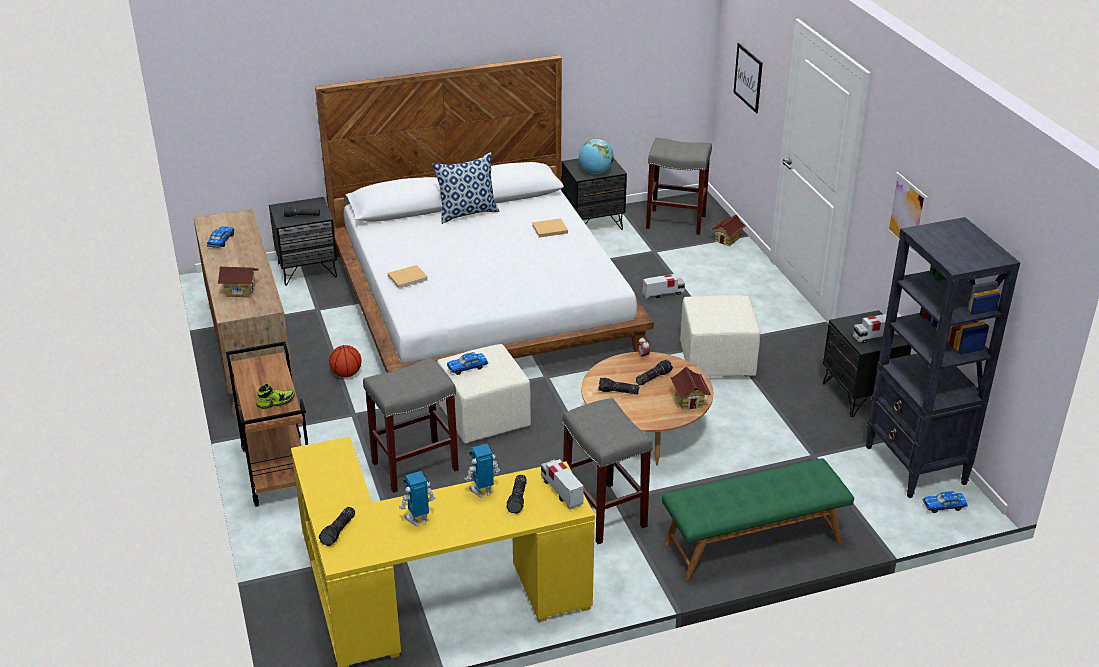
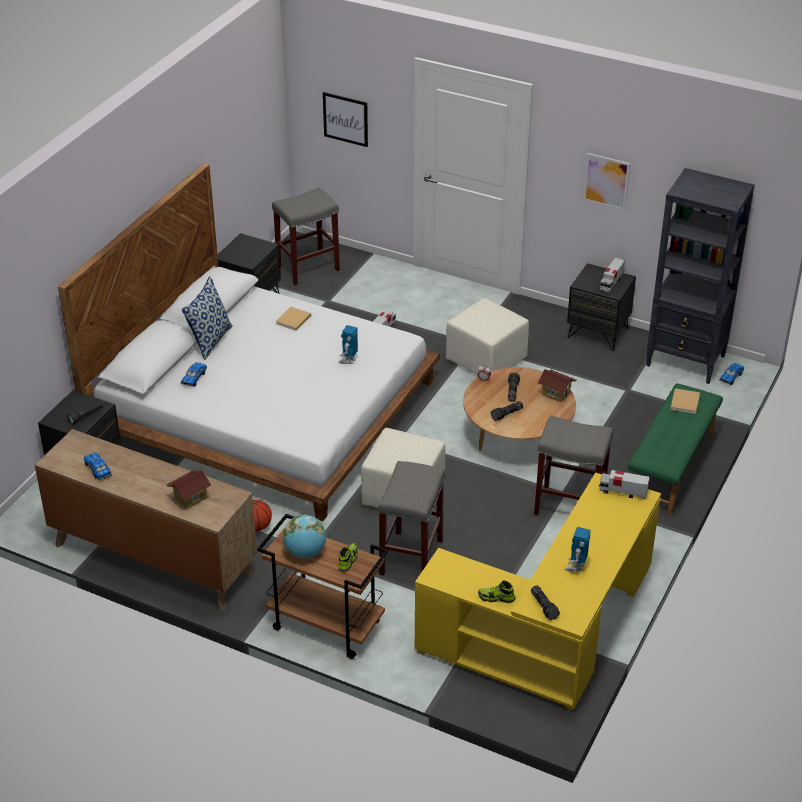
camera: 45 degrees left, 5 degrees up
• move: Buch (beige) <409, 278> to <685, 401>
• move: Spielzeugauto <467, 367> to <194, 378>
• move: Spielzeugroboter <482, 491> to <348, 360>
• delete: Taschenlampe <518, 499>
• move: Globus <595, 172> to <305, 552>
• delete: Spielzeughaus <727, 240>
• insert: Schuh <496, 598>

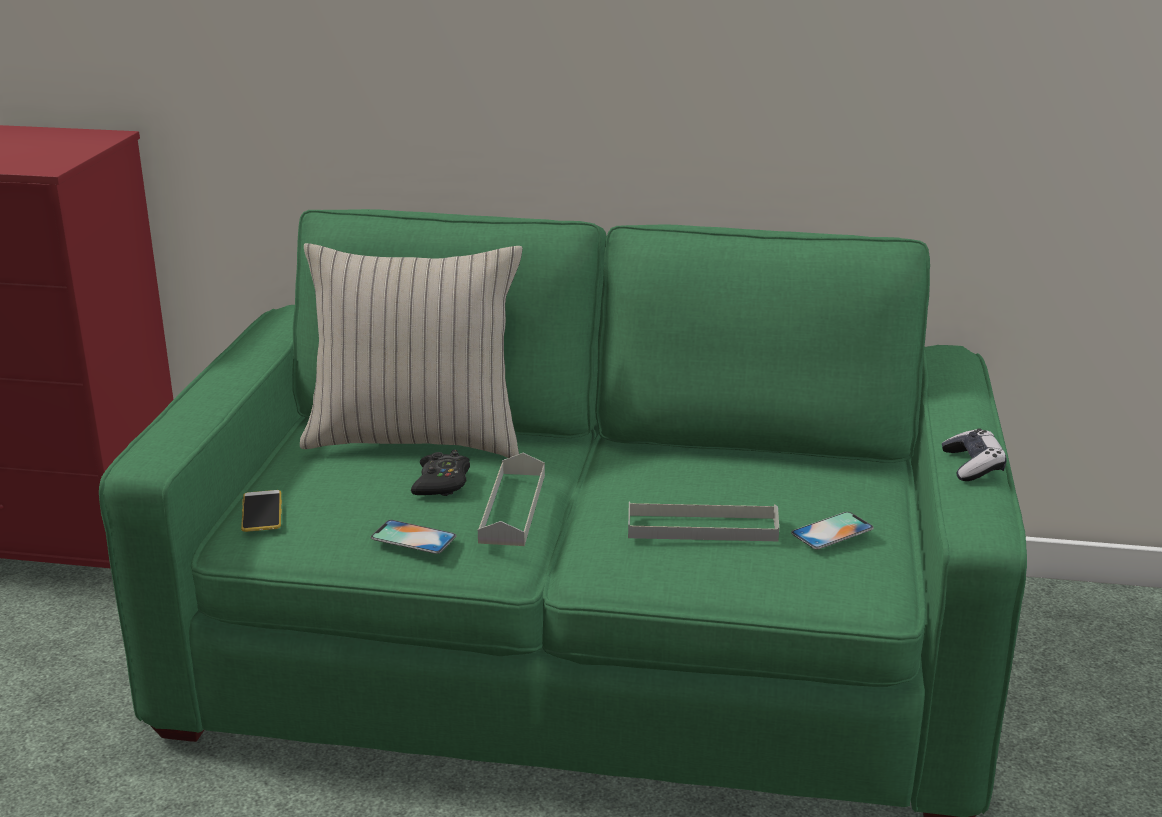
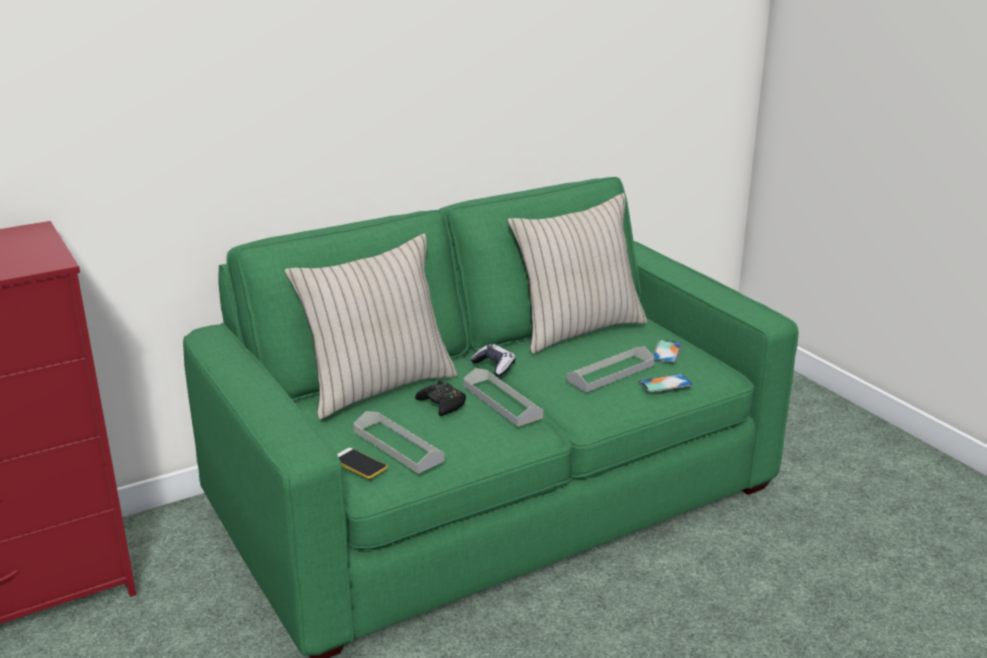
camera: 40 degrees left, 0 degrees up
• move: Handy <413, 537> to <665, 383>
• move: Gamepad <972, 466> to <494, 366>
• insert: Tablett (grau) <398, 446>
• insert: Kissen (beige) <577, 330>

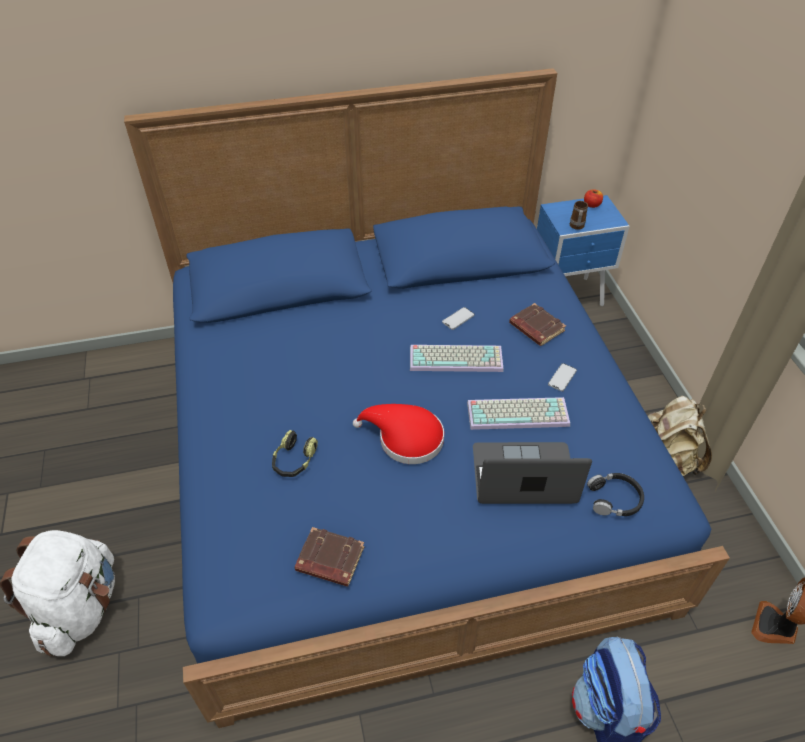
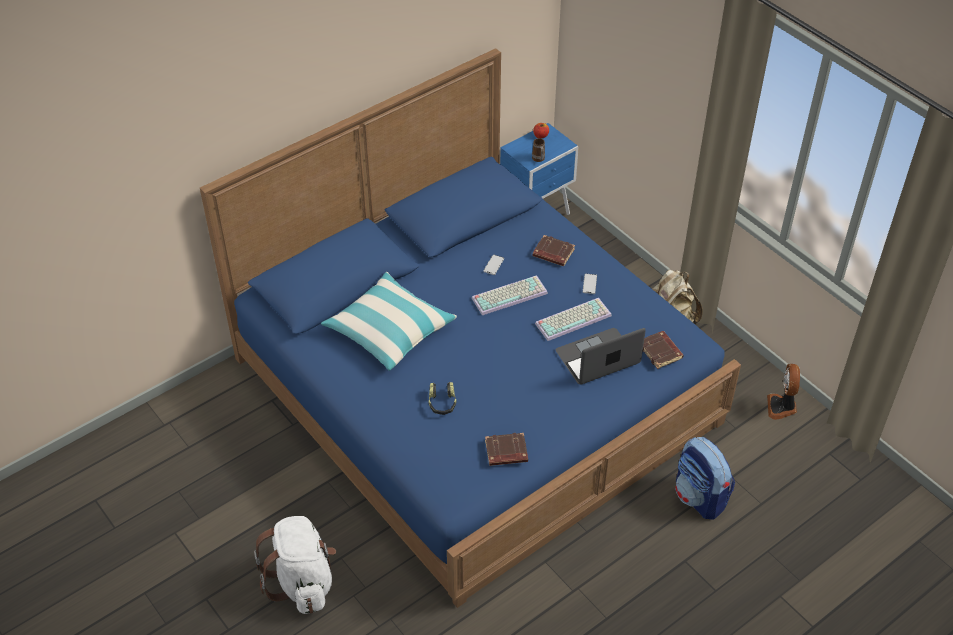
camera: 25 degrees left, 0 degrees up
• delete: Hut (rot) <405, 438>
• replace: Kopfhörer (schwarz) <614, 499> to Buch (braun) <660, 352>
• insert: Kissen <389, 330>

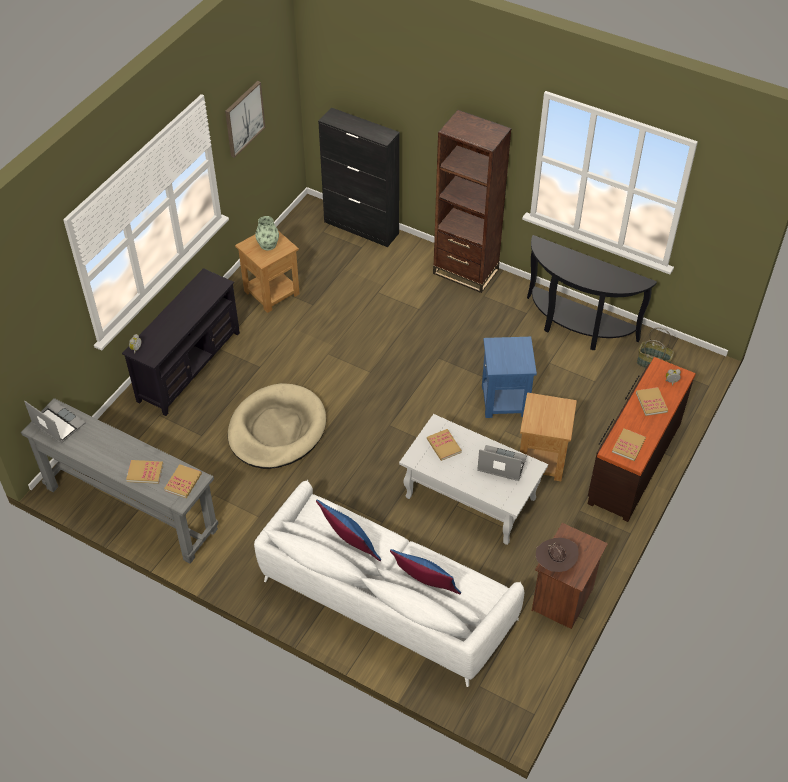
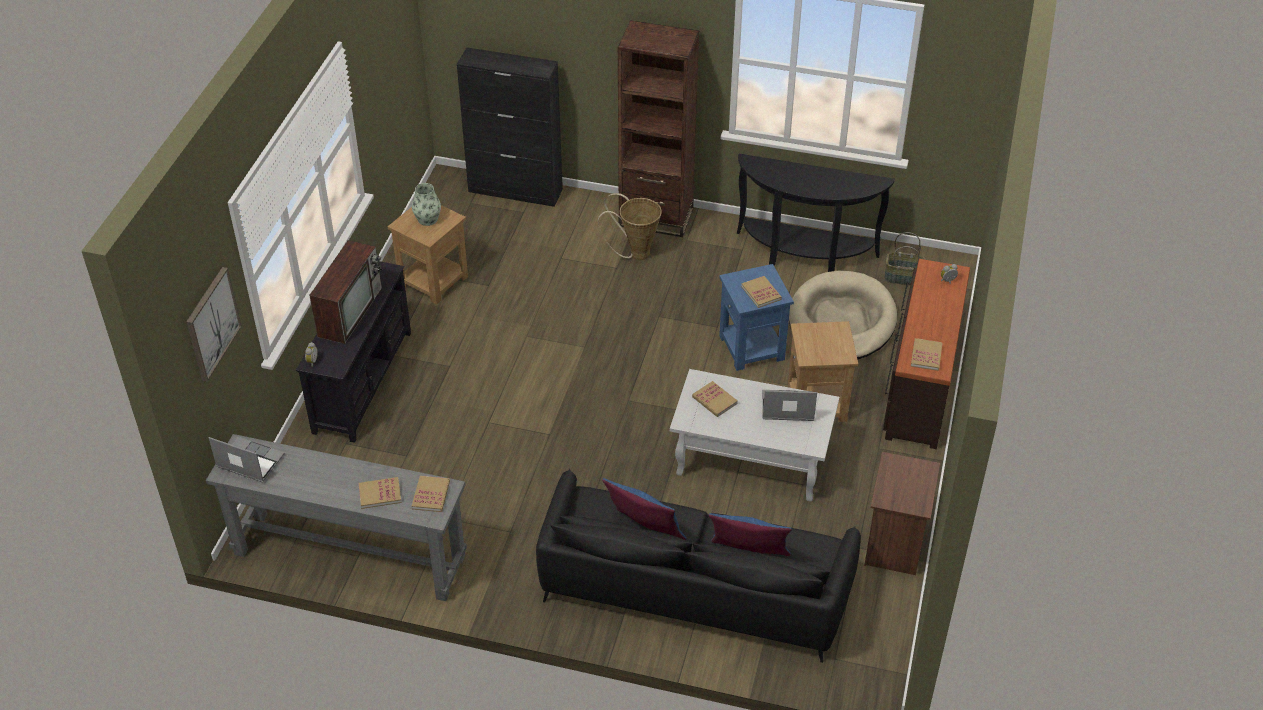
camera: 15 degrees left, 5 degrees down
• move: Bild <244, 118> to <212, 323>
• move: Hundebett (beige) <277, 429> to <841, 321>
• recolor: Sofa (weiß) <385, 600> to Sofa (schwarz) <693, 590>
• delete: Hut (braun) <555, 563>
• move: Buch <651, 402> to <761, 293>
• insert: Fernseher <350, 311>
• insert: Korb <635, 253>

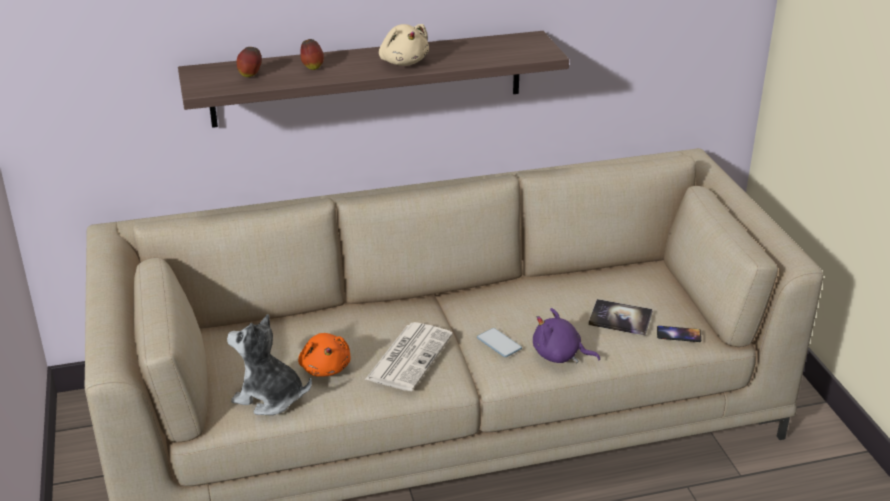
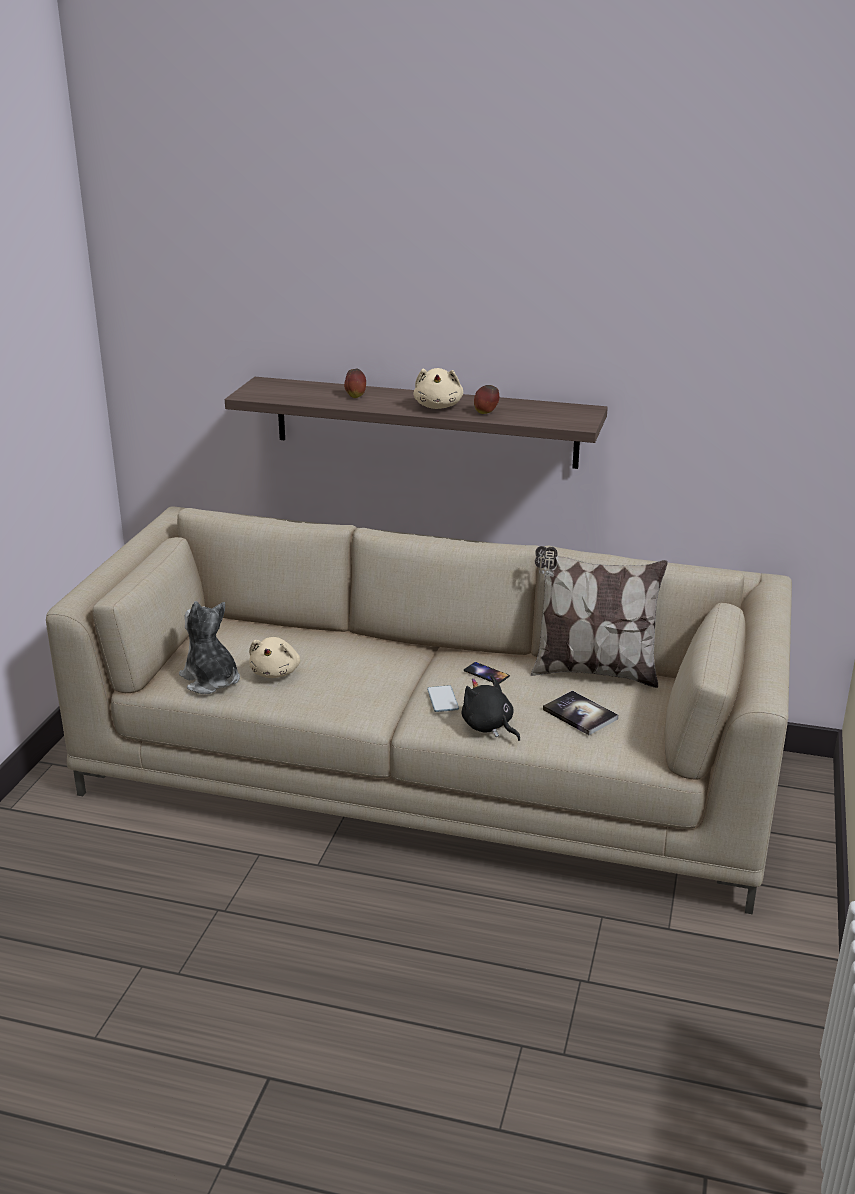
camera: 30 degrees right, 5 degrees down
• move: Apfel <250, 75> to <486, 413>
• recolor: Plüschtier (orange) <325, 367> to Plüschtier (beige) <276, 672>
• delete: Zeitung <409, 356>
• recolor: Plüschtier (lila) <559, 355> to Plüschtier (schwarz) <489, 727>
• move: Handy <678, 334> to <486, 673>
• insert: Kissen <593, 671>

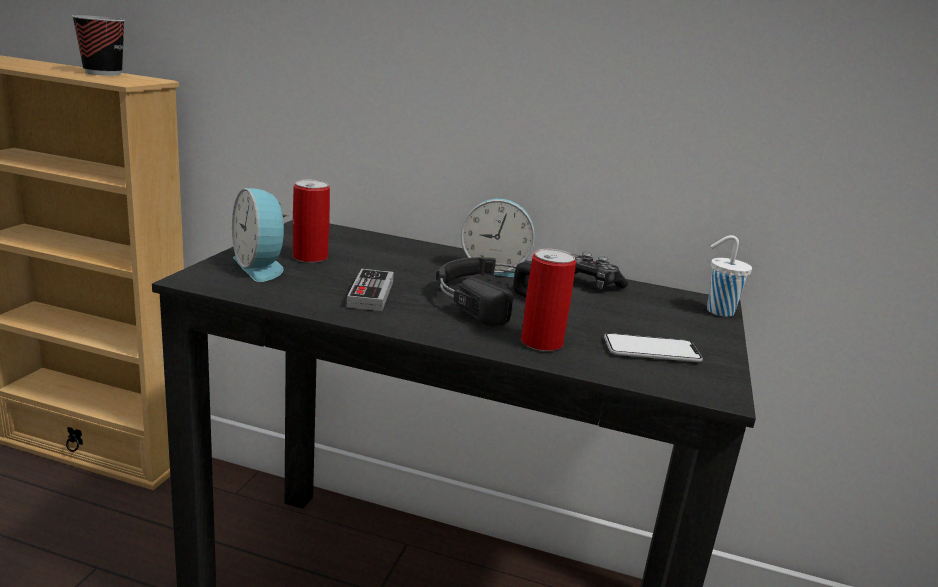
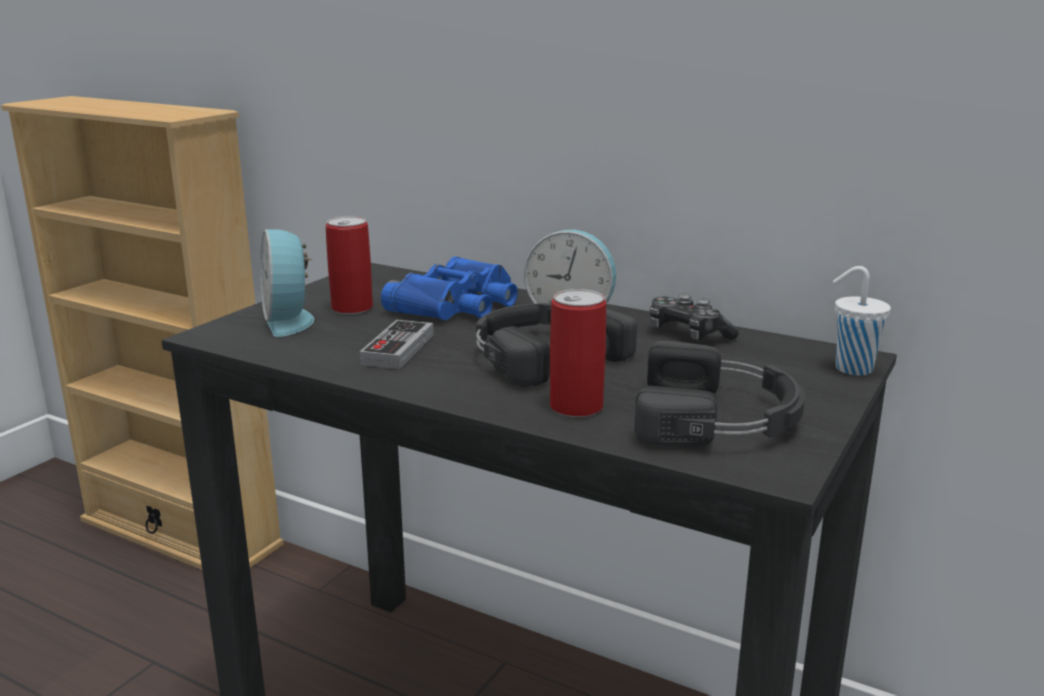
camera: 15 degrees right, 0 degrees up
• delete: Tasse <103, 73>
• replace: Handy <651, 350> to Kopfhörer (schwarz) <719, 417>
• insert: Fernglas (blau) <458, 304>

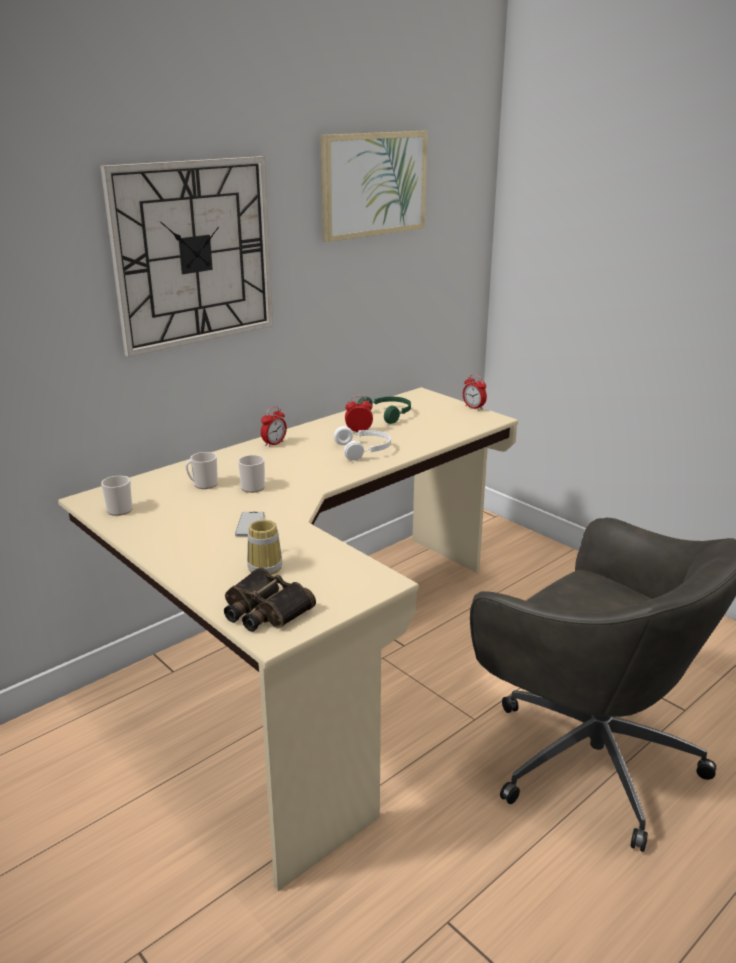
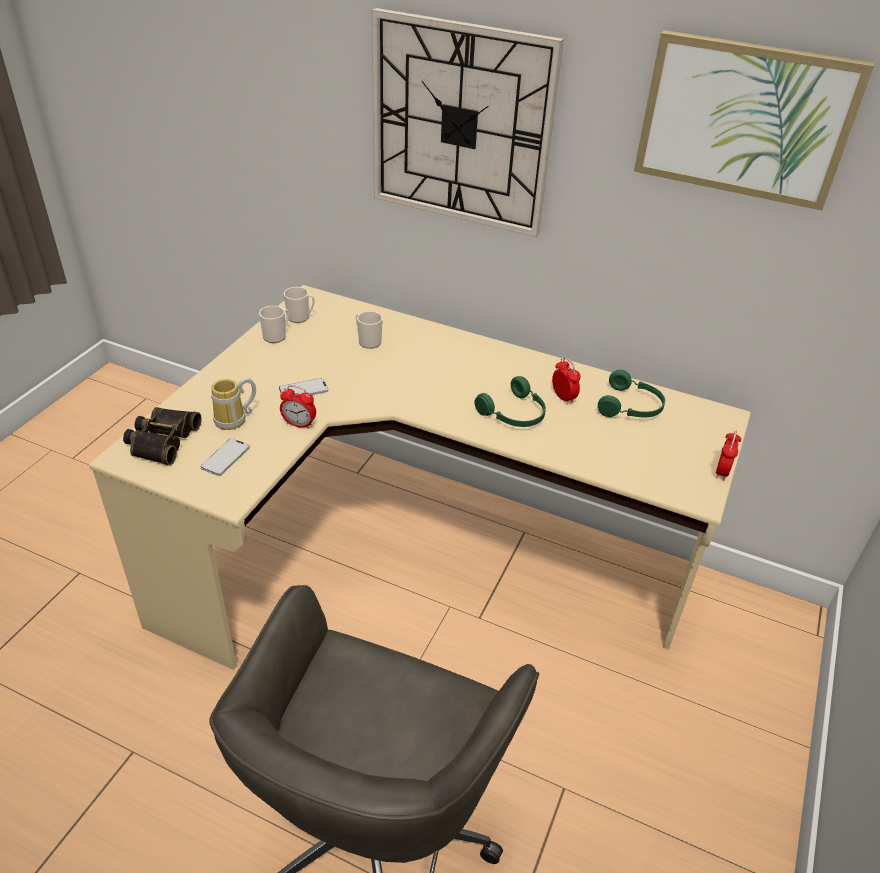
camera: 65 degrees right, 15 degrees up
• move: Henkelbecher <252, 486> to <277, 336>
• move: Wecker <274, 443> to <299, 424>
• recolor: Kopfhörer (weiß) <364, 450> to Kopfhörer (grün) <514, 414>
• insert: Handy <225, 458>

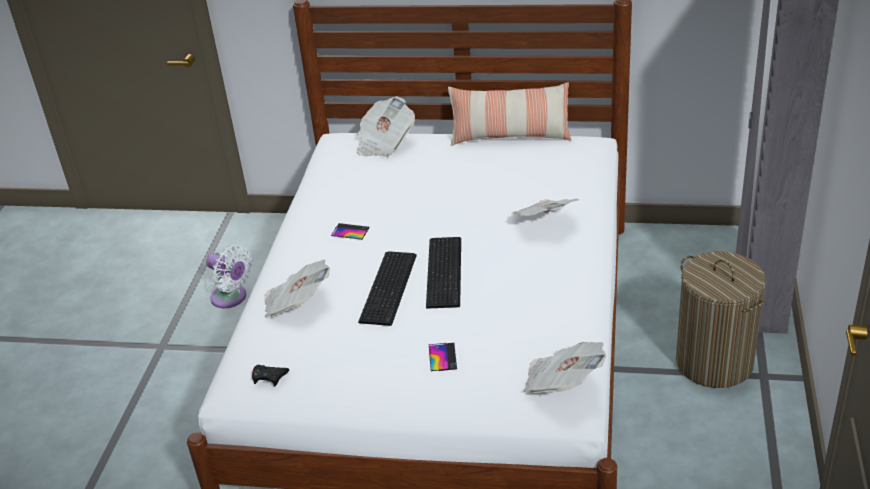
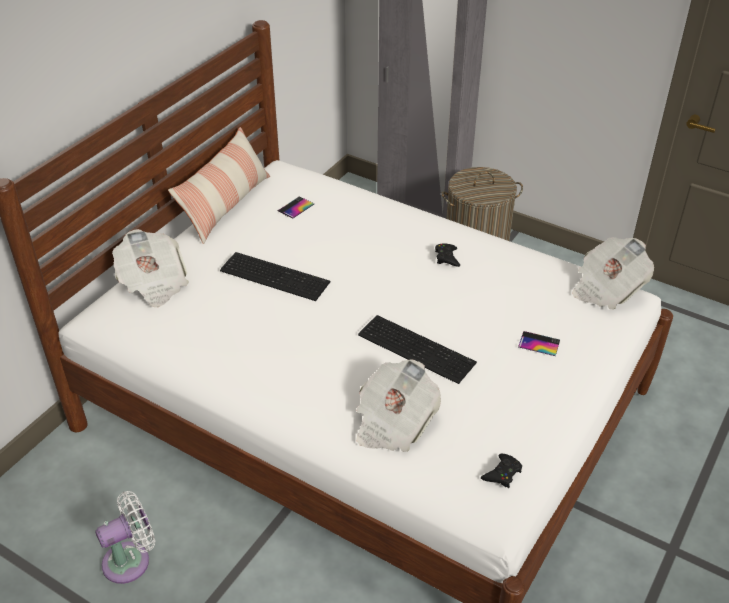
camera: 70 degrees left, 5 degrees up
• move: Handy <350, 231> to <296, 207>
• move: Tastatur <446, 271> to <274, 275>
• delete: Zeitung <545, 221>
• insert: Gamepad (schwarz) <447, 258>

